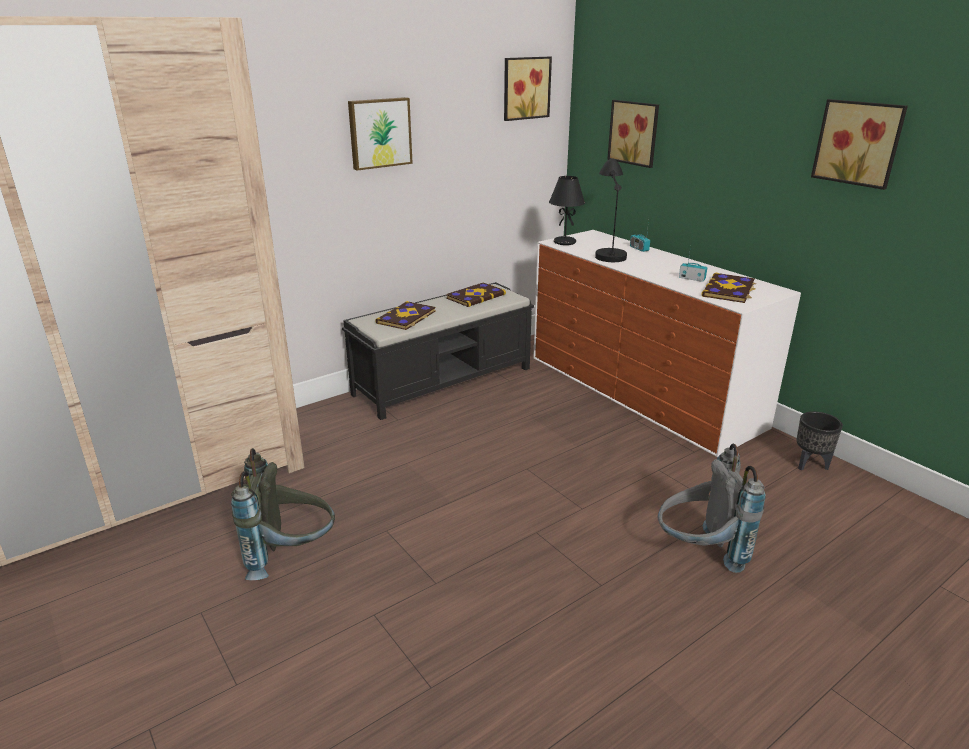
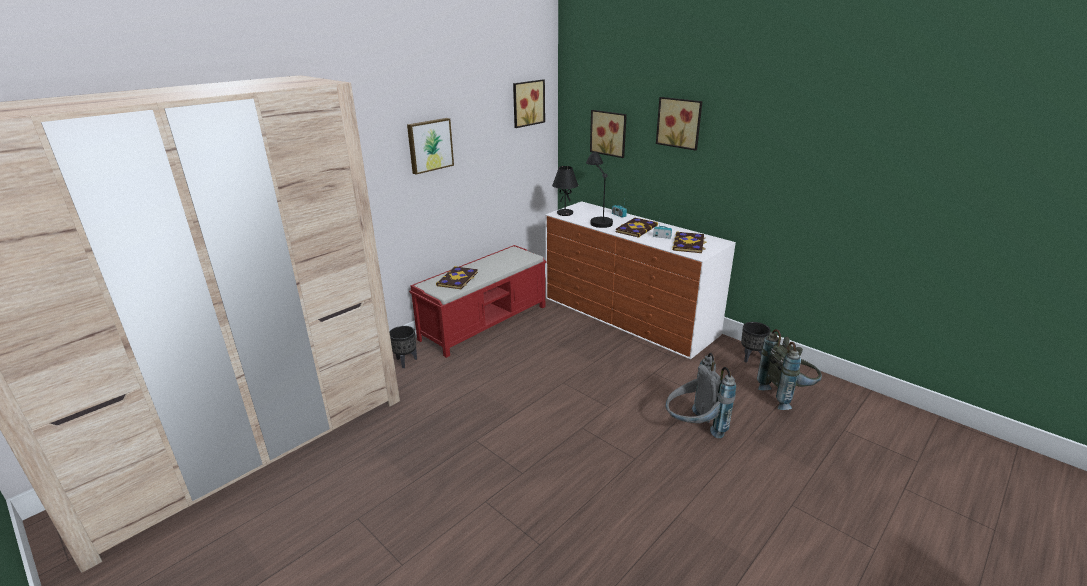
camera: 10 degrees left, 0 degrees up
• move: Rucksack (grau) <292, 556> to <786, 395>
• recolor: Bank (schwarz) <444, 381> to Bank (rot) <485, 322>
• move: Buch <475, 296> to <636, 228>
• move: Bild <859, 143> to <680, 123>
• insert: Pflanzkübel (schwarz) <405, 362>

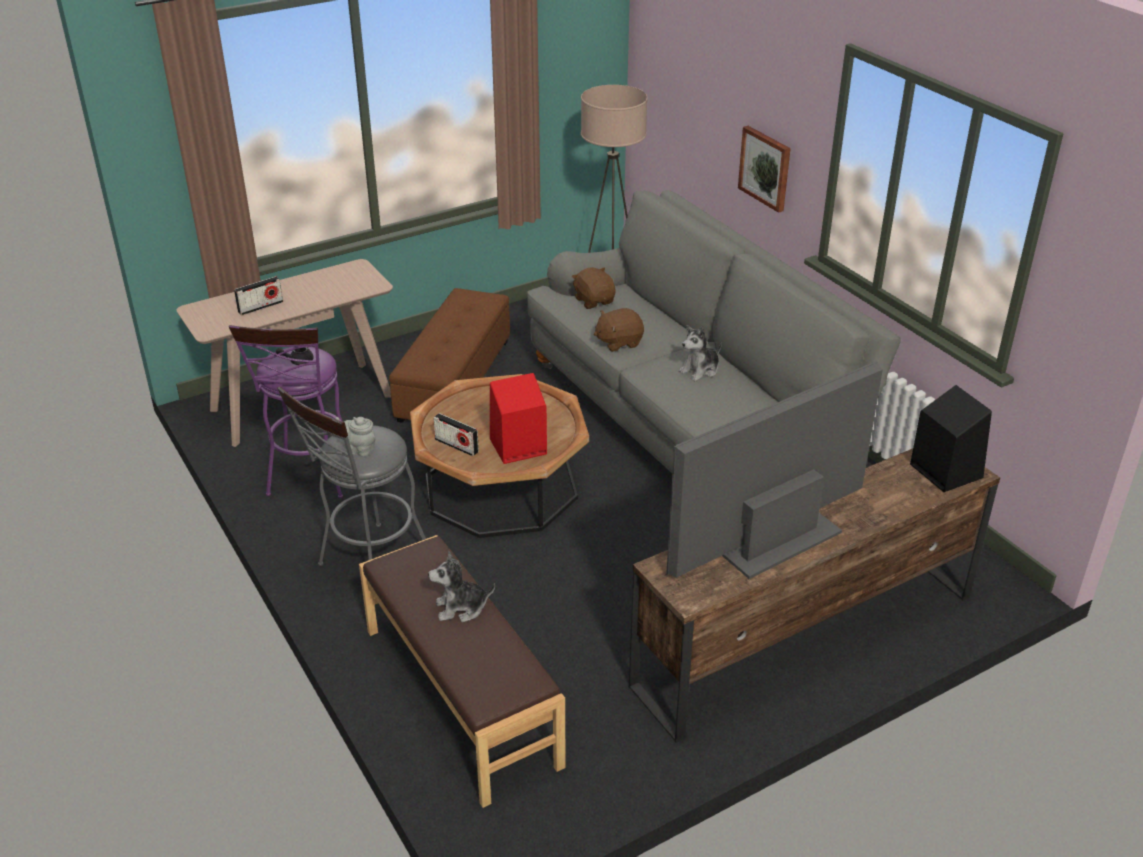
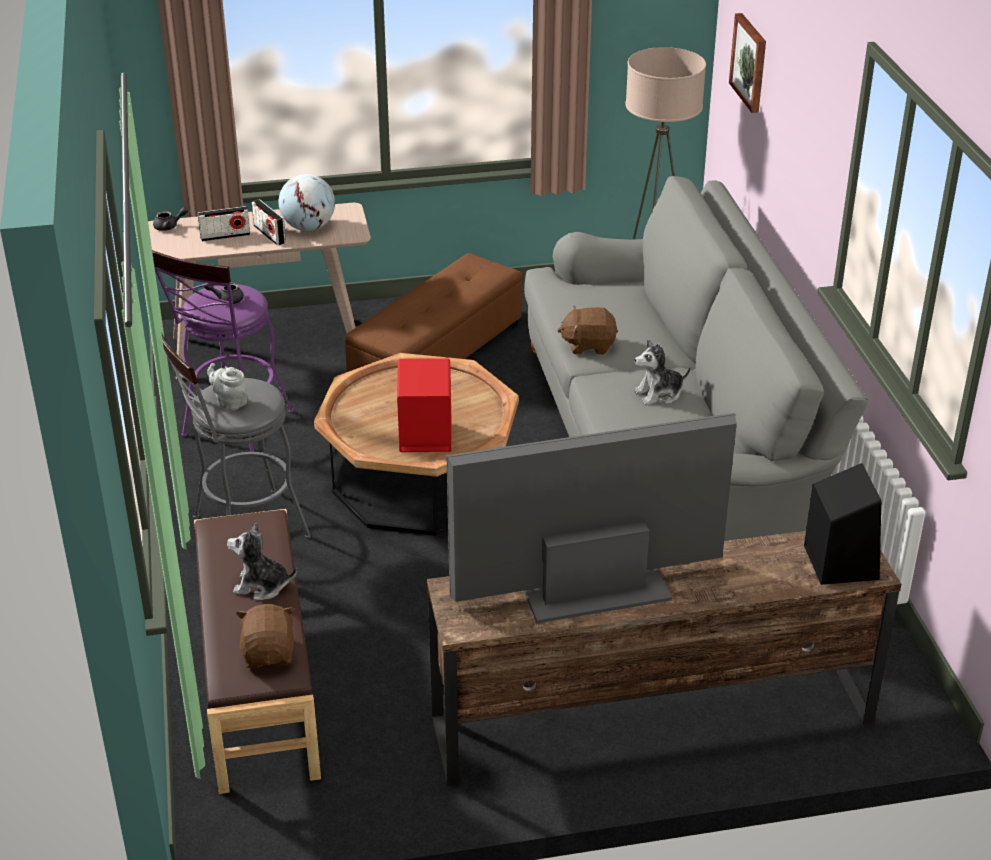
camera: 20 degrees right, 0 degrees up
• move: Radio <456, 445> to <269, 234>
• move: Plüschtier (braun) <594, 301> to <269, 654>
• move: Bild <765, 168> to <750, 62>
• insert: Teekanne (grau) <169, 226>
• insert: Globus <308, 227>

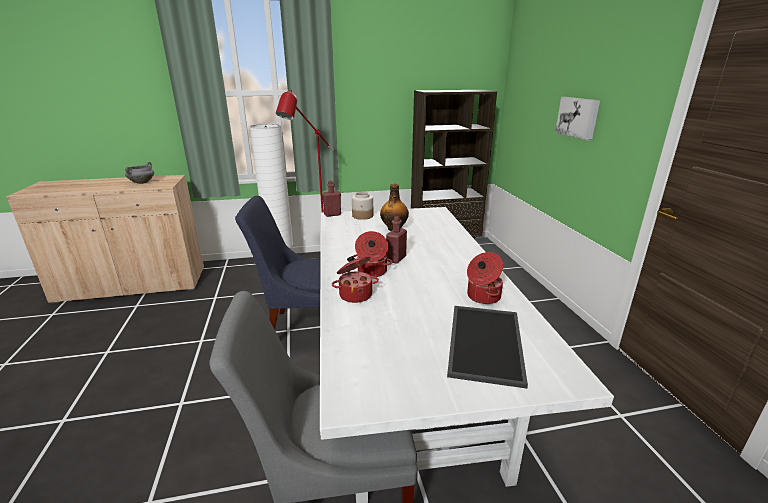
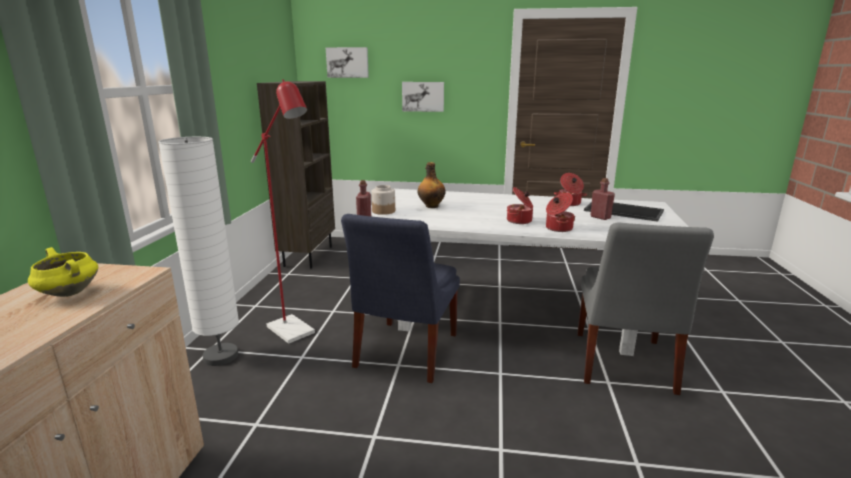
camera: 70 degrees left, 5 degrees down
• recolor: Kochtopf (grau) <142, 182> to Kochtopf (gelb) <68, 293>
• move: Flasche (rot) <396, 259> to <600, 217>
• insert: Bild <347, 62>

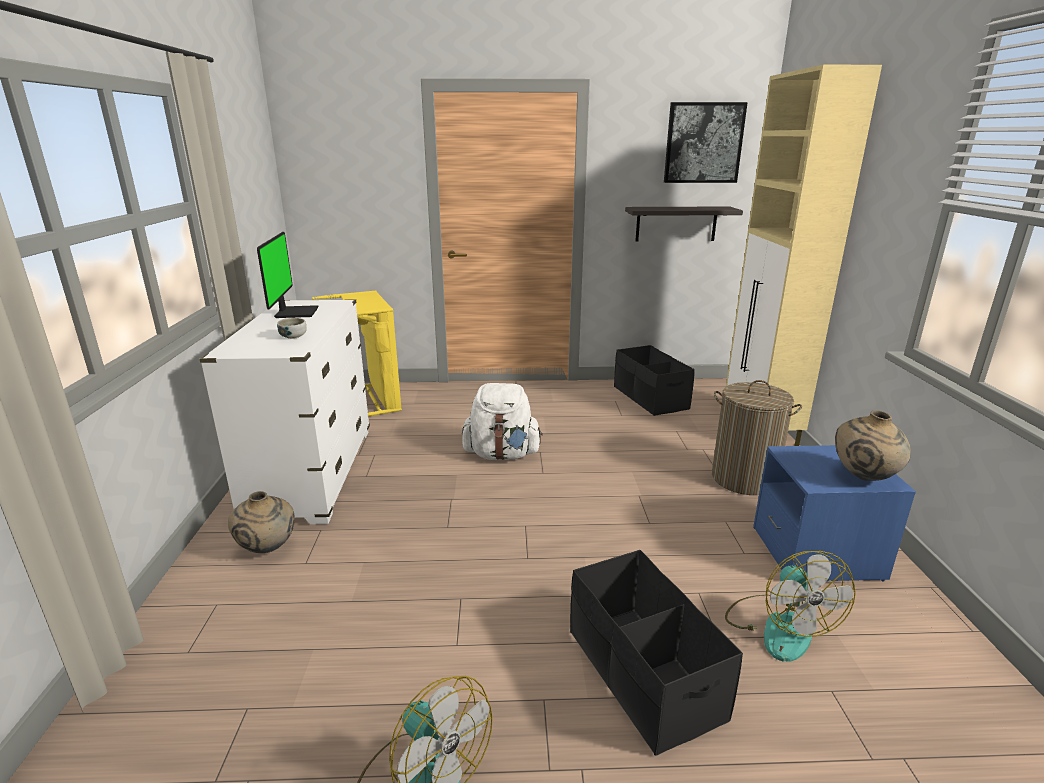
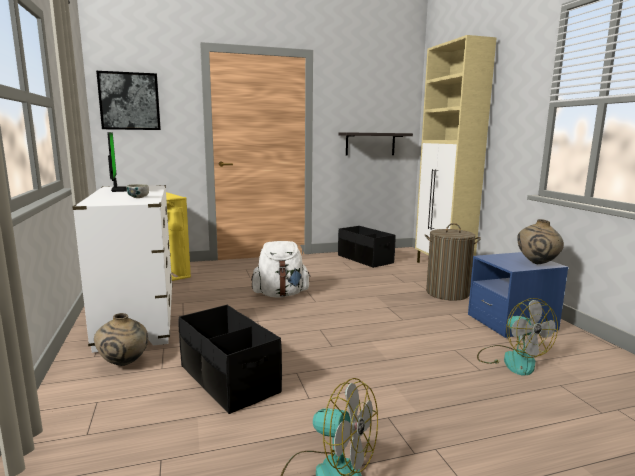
camera: 15 degrees left, 10 degrees down
• move: Aufbewahrungsbox (schwarz) <642, 674> to <228, 379>
• move: Bild <703, 143> to <129, 101>

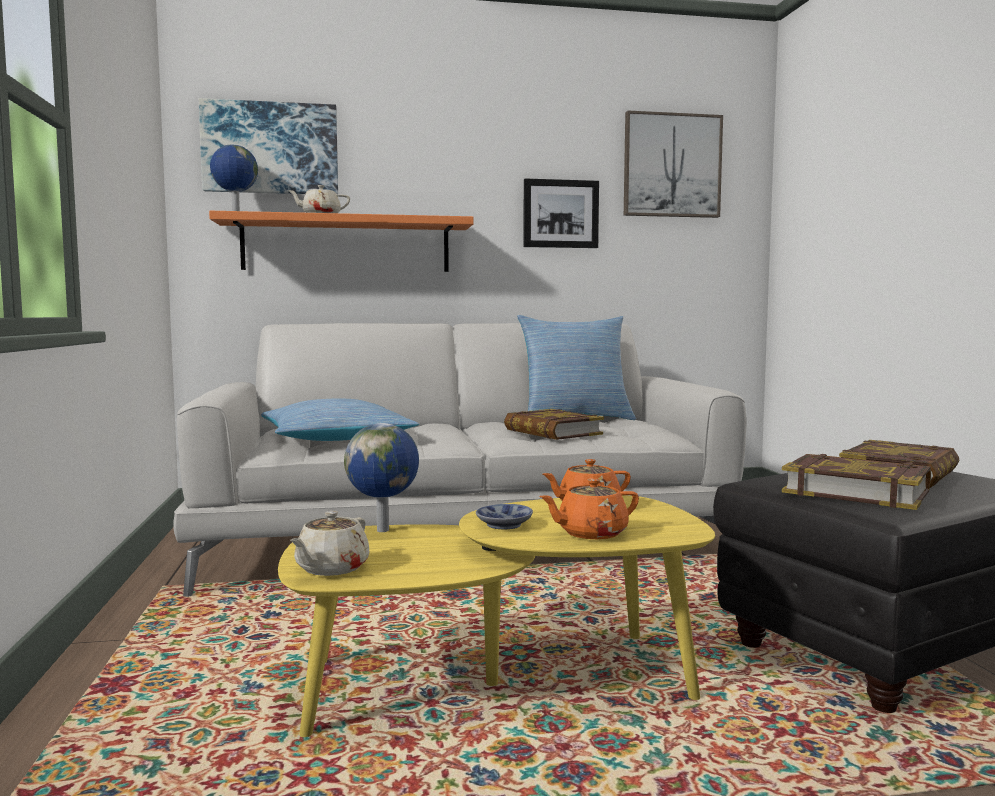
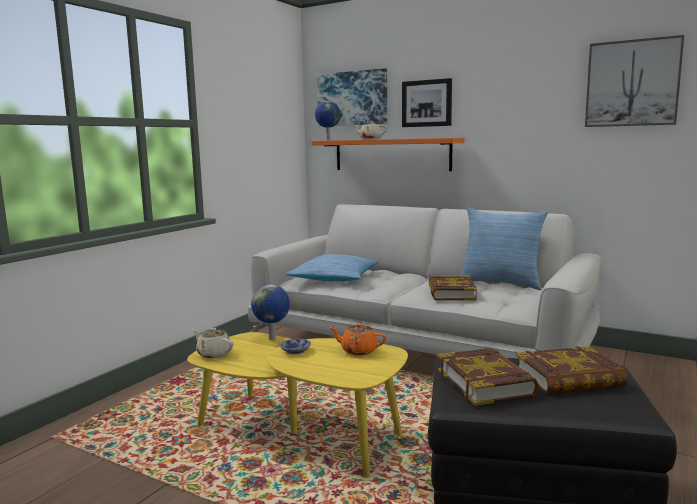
camera: 40 degrees right, 5 degrees up
• rotate: Teekanne (beige) <331, 569> = <214, 354> 60 degrees clockwise
• move: Bild <560, 214> to <427, 103>
• delete: Teekanne (orange) <590, 533>

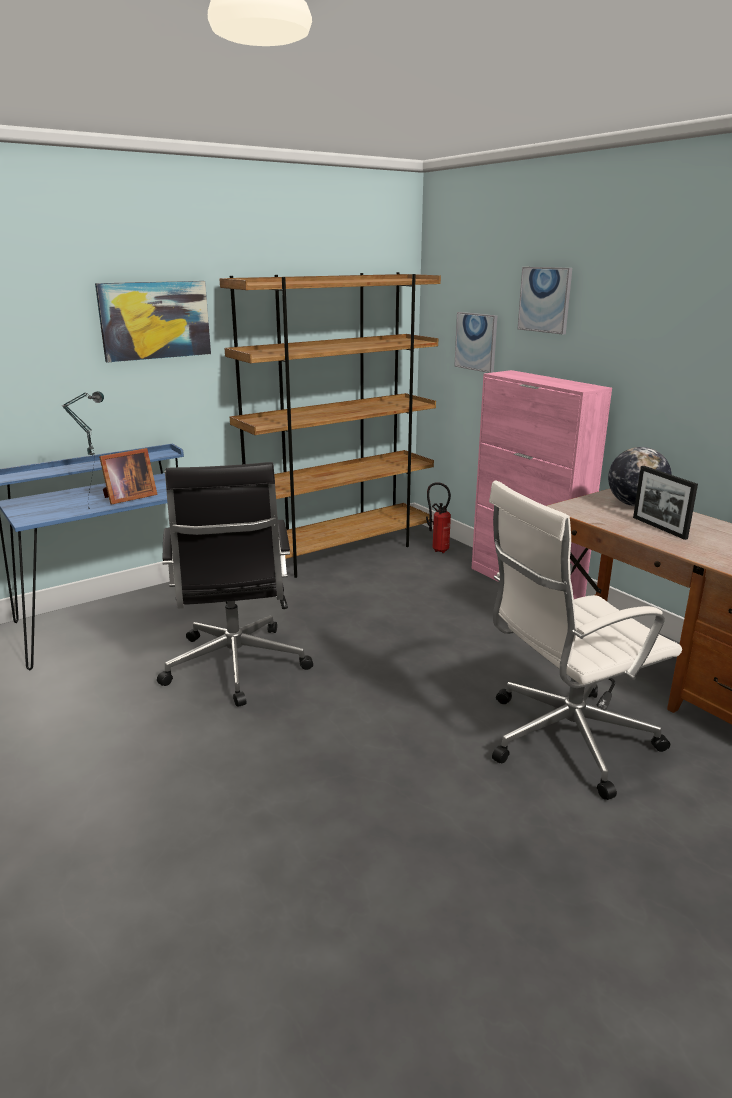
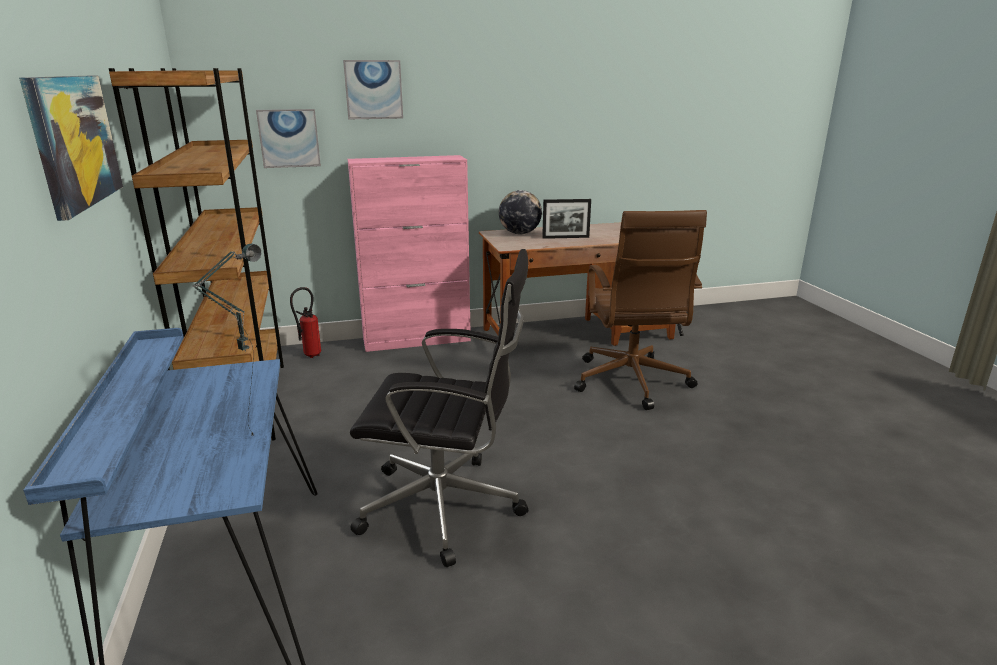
camera: 70 degrees left, 0 degrees up
• delete: Bilderrahmen <128, 497>
• recolor: Bürostuhl (weiß) <564, 739> to Bürostuhl (braun) <631, 382>

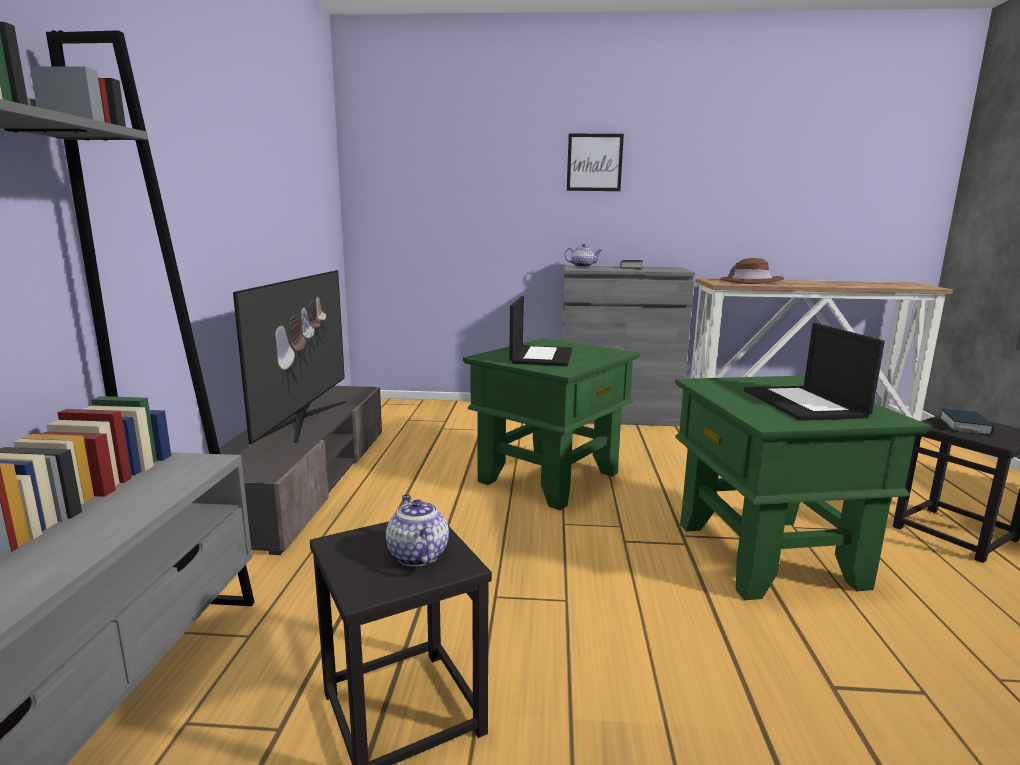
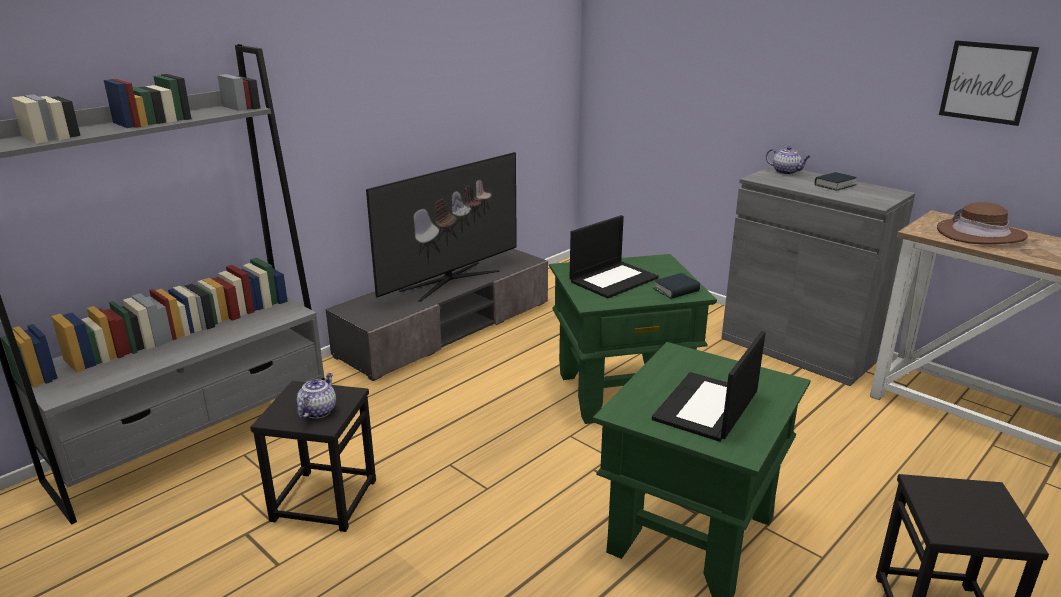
camera: 40 degrees right, 10 degrees up
• move: Bild <594, 162> to <987, 82>
• move: Buch <964, 427> to <676, 290>

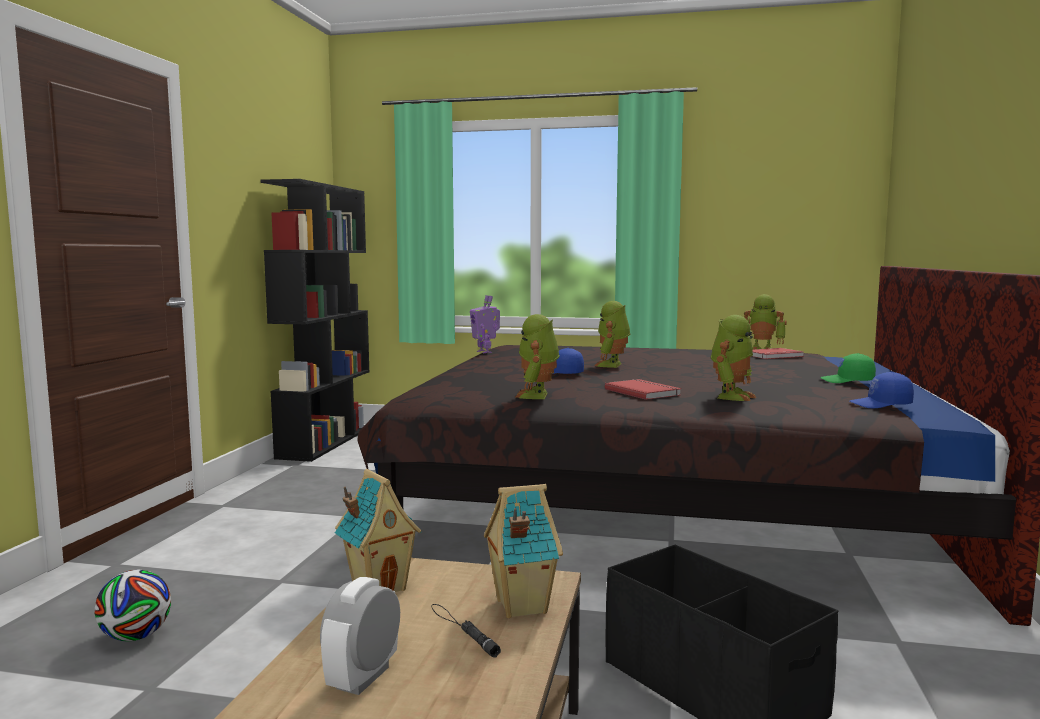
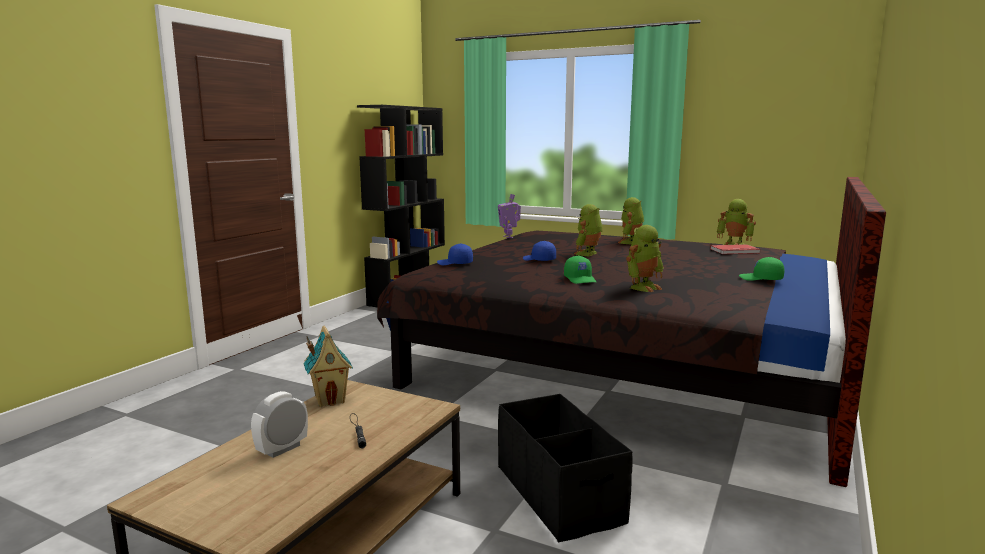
camera: 15 degrees right, 5 degrees up
• delete: Fußball <136, 636>
• delete: Spielzeughaus <520, 606>
• move: Spielzeugroboter <537, 396> to <630, 242>
• replace: Buch (rot) <643, 392> to Kappe (grün) <580, 279>
• move: Kappe (blau) <881, 405> to <455, 263>

